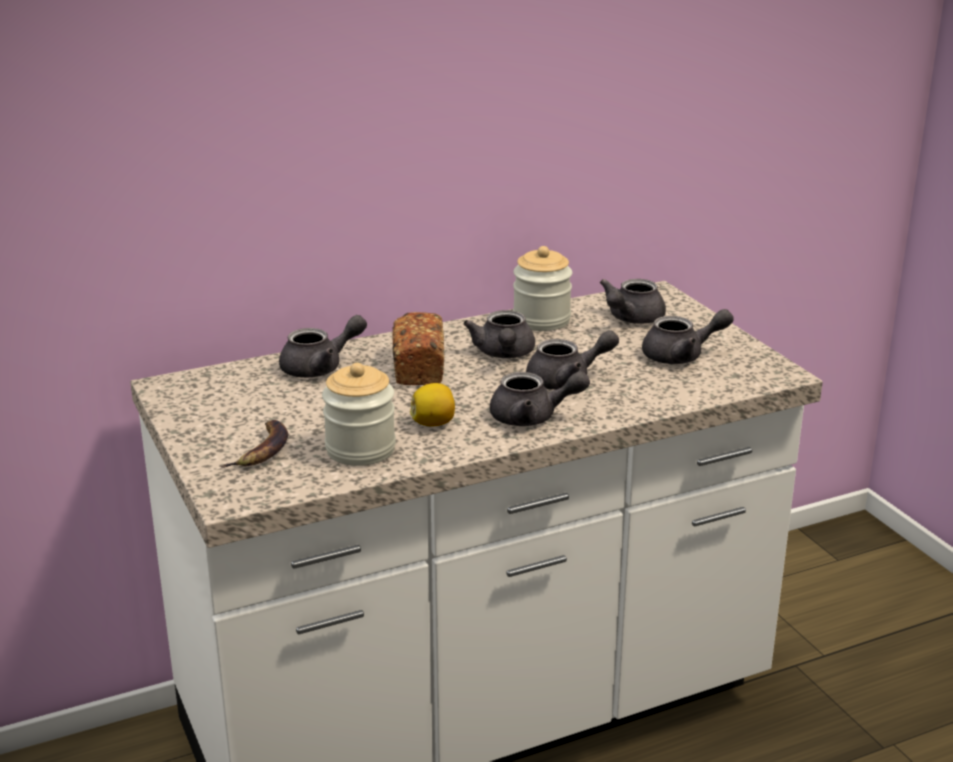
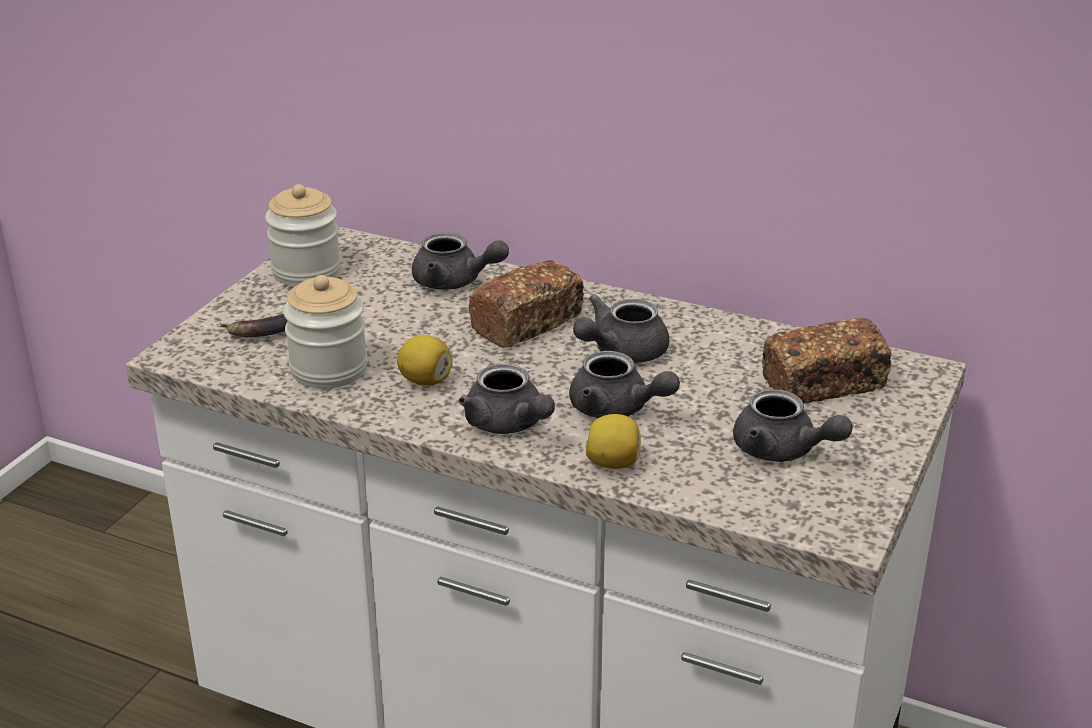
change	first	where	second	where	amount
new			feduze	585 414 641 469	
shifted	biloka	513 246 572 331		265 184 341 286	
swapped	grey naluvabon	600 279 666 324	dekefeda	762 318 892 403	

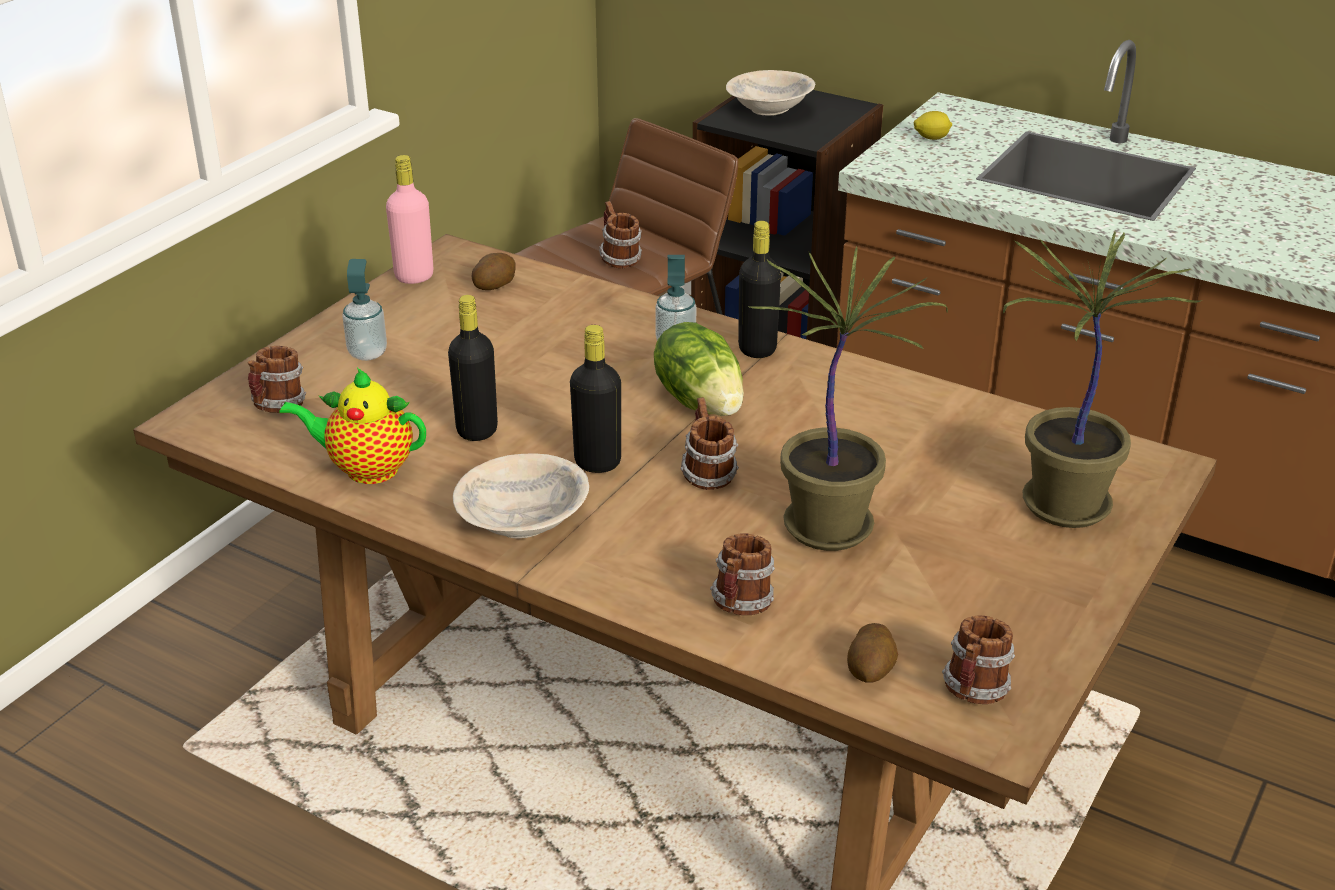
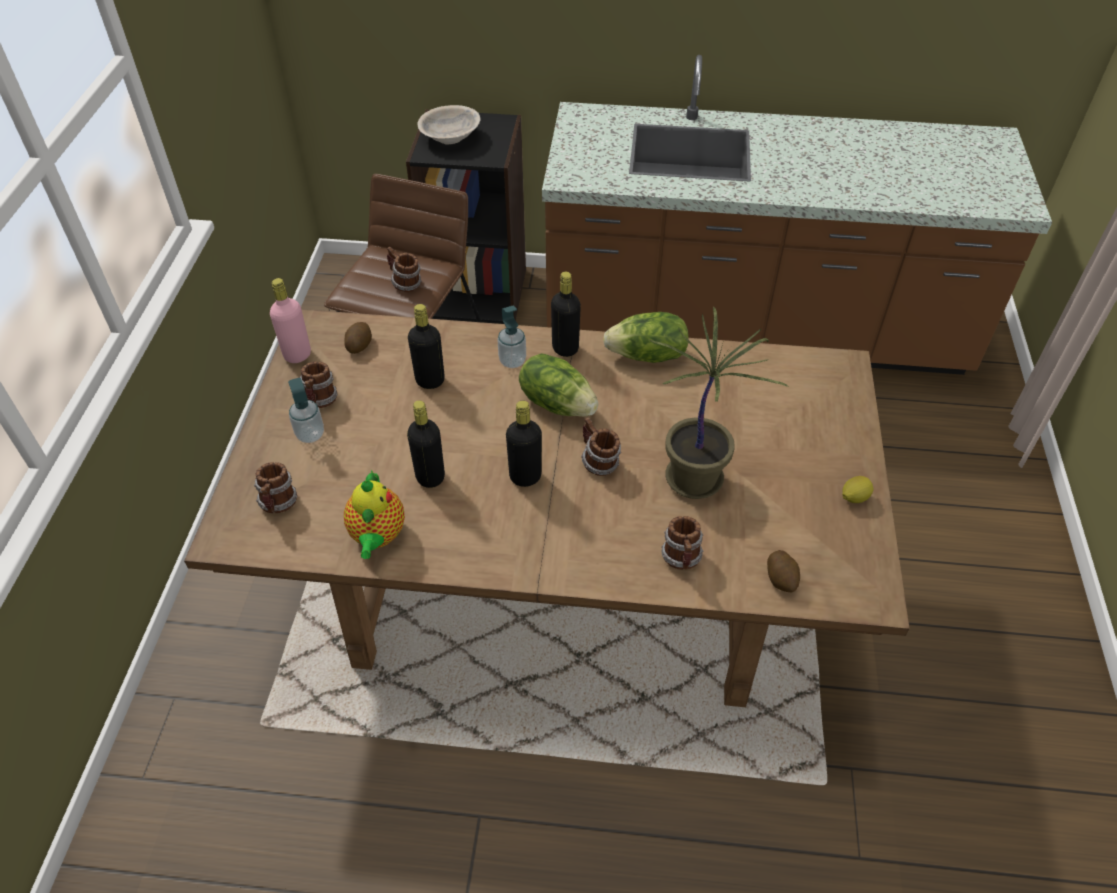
change	first	where	second	where	amount
gone	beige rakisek	453 453 589 539			
gone	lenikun	1003 232 1202 528			
new			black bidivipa	408 304 445 389	
new			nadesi	603 312 689 363	
shifted	feduze	914 111 952 140		842 476 873 503	
shifted	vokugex	942 615 1015 704		300 362 337 408	
rotated	naluvabon	279 368 426 484		344 470 405 559	75 degrees counterclockwise

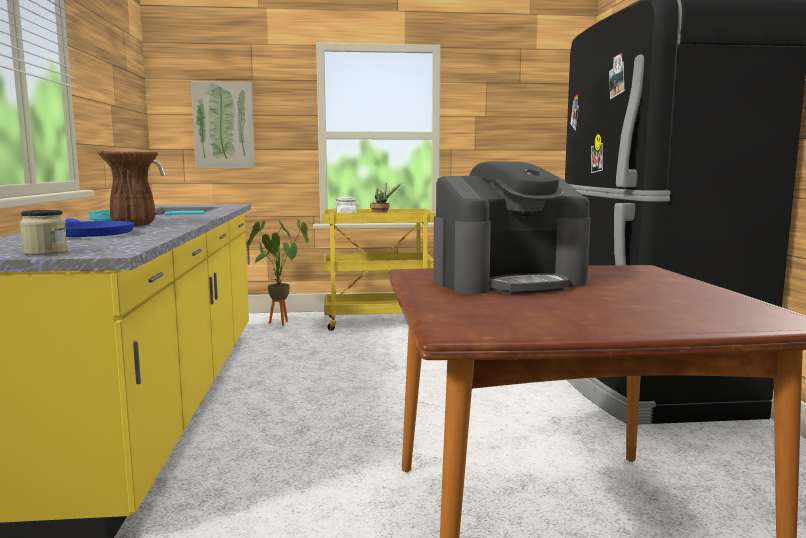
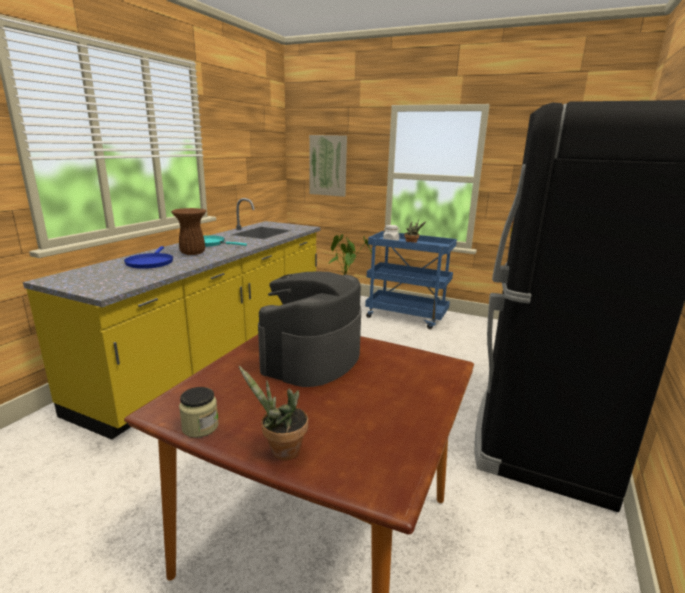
change	first	where	second	where	amount
new			lenikun	238 366 308 460	
shifted	biloka	20 210 68 255		179 387 219 438	
repainted	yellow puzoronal	322 209 435 331	blue puzoronal	365 231 457 329	
rotated	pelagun	433 161 591 294		258 271 361 387	105 degrees clockwise

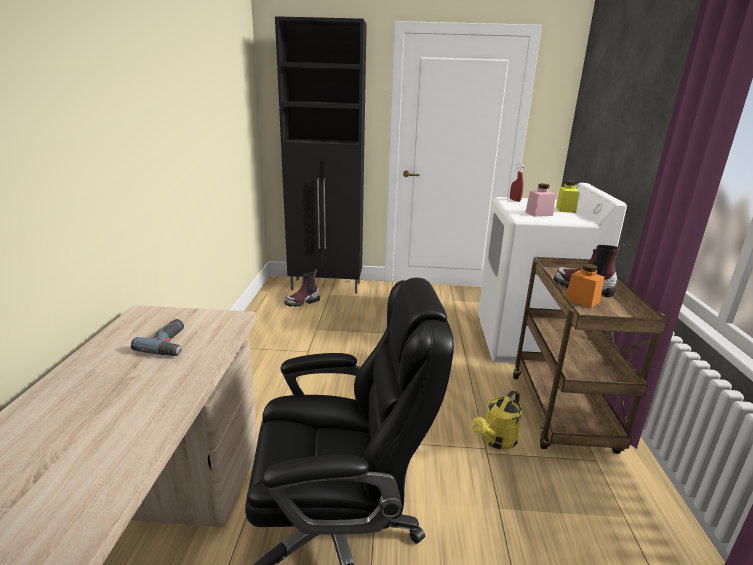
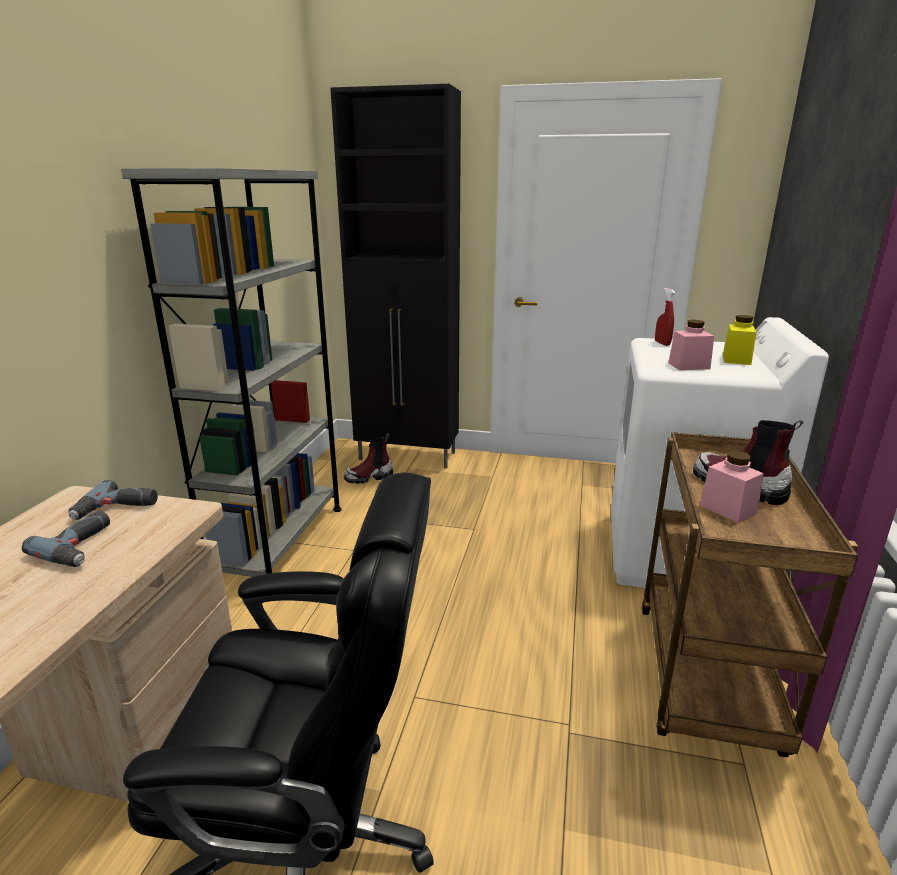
change	first	where	second	where	amount
gone	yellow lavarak	472 390 522 450			
new			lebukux	68 480 158 520	
new			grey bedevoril	121 168 341 577	
repainted	orange biloka	566 263 604 308	pink biloka	700 451 764 523	

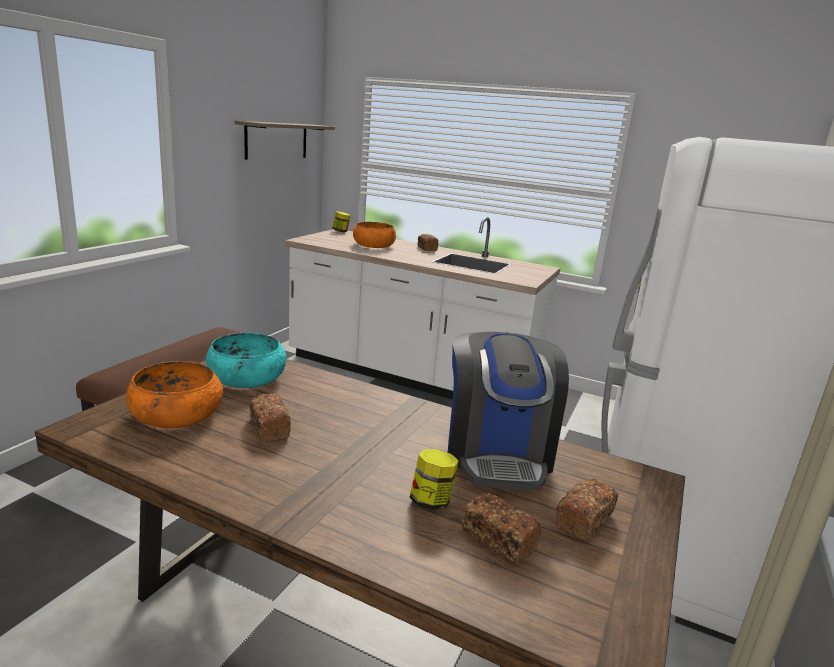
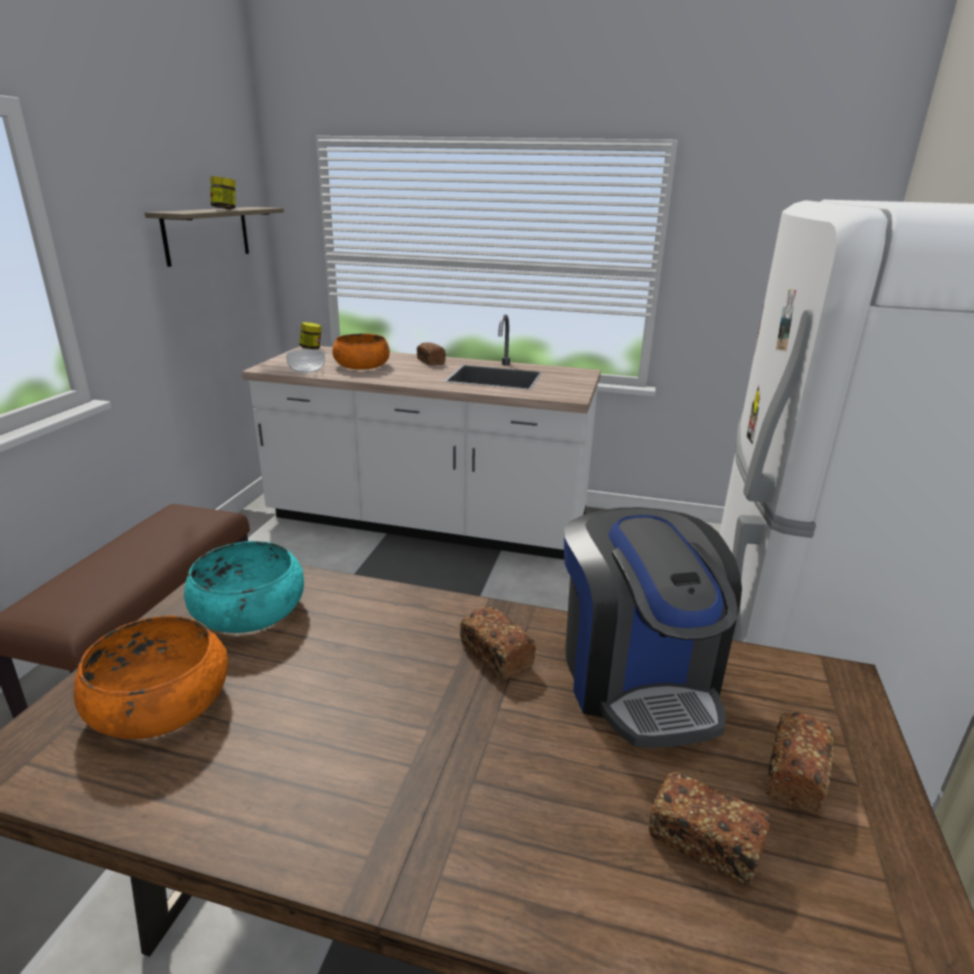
change	first	where	second	where	amount
new			rakisek	286 349 325 373	
shifted	dekefeda	250 394 291 442		460 606 536 680	
shifted	biloka	410 449 459 510		210 176 235 209	

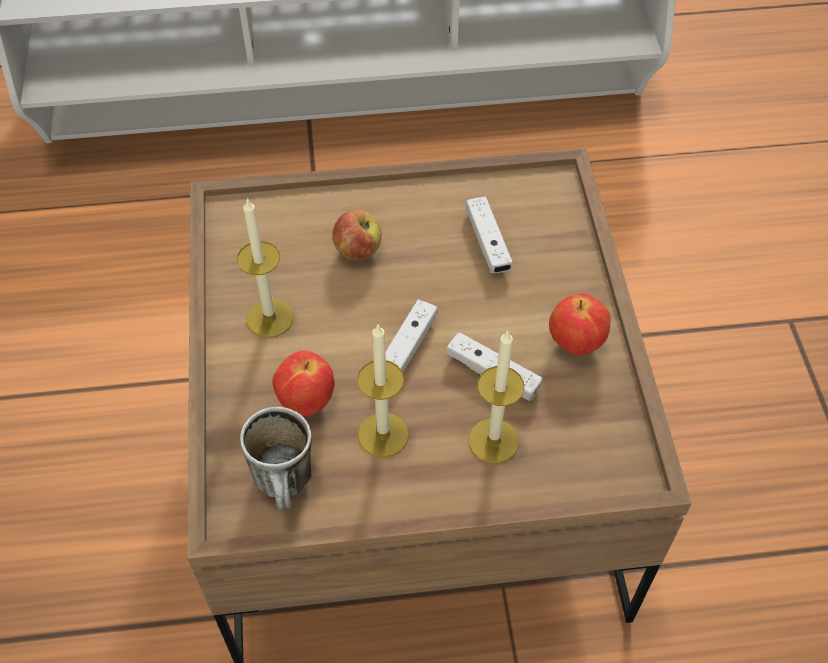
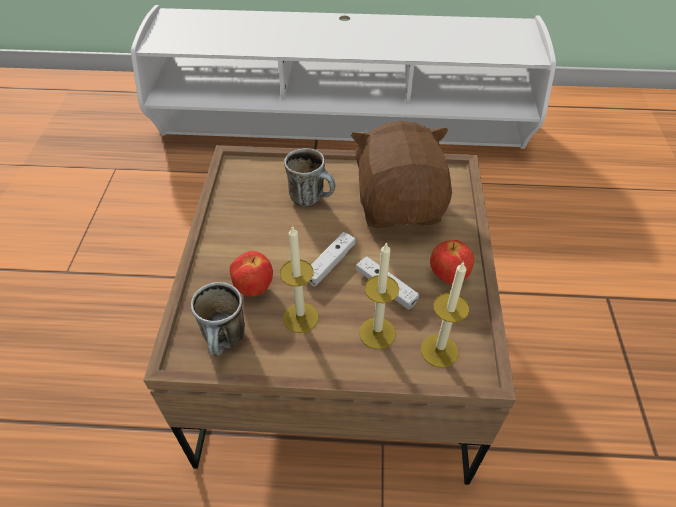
change	first	where	second	where	amount
shifted	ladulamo	237 198 293 338		421 261 469 368	
swapped	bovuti	332 209 382 260	vokugex	284 148 336 207	
swapped	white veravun	466 197 513 273	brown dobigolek	351 121 452 228	

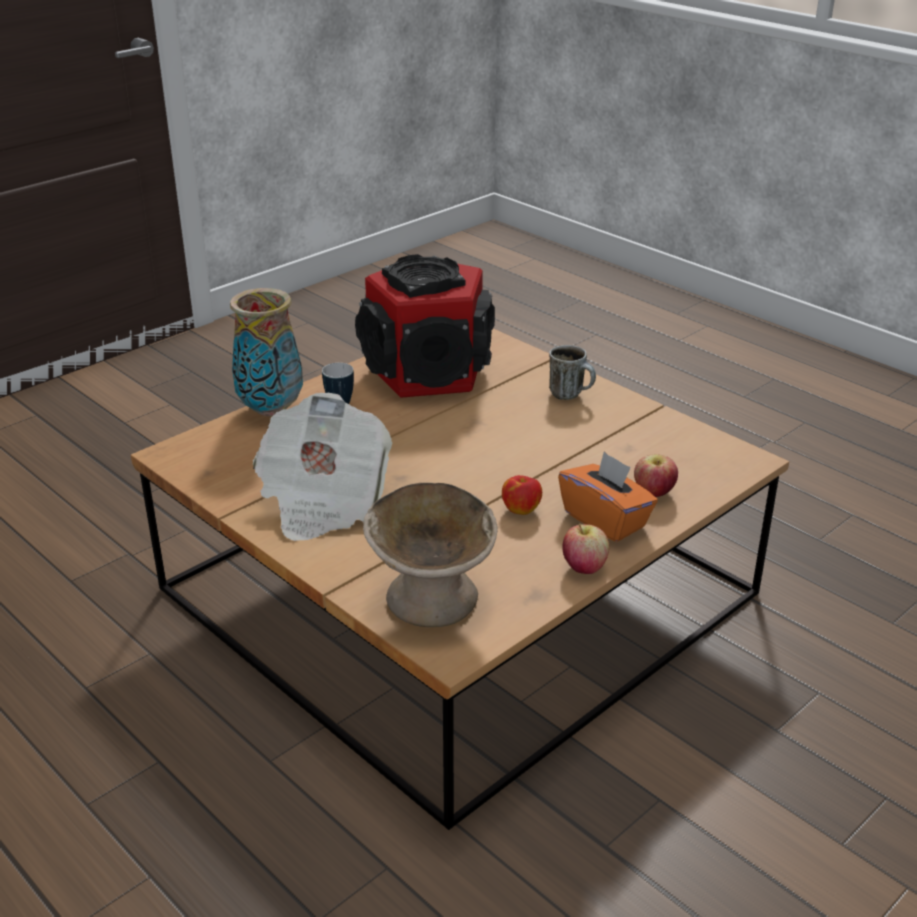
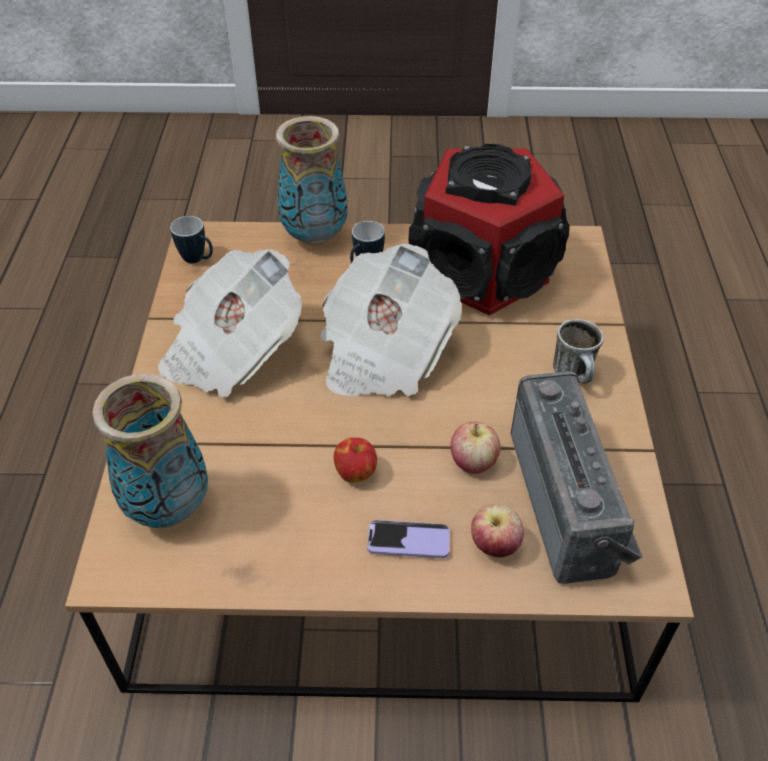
change	first	where	second	where	amount
new			vokugex	170 216 213 263	
new			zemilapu	320 244 462 396	
new			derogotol	511 371 642 584	
shifted	bovuti	562 523 609 574		450 421 501 474	
swapped	beige rakisek	363 482 498 627	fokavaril	92 374 208 528	
swapped	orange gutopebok	558 451 658 542	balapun	367 520 450 558	

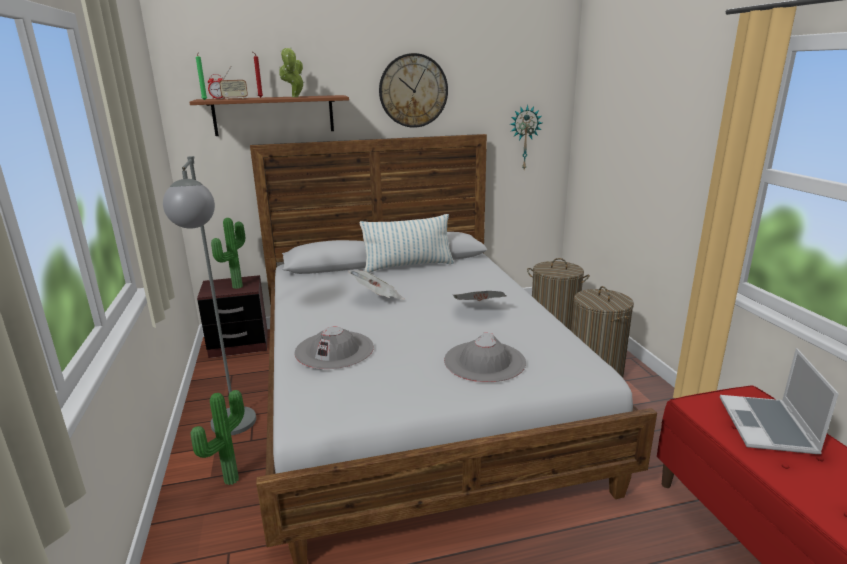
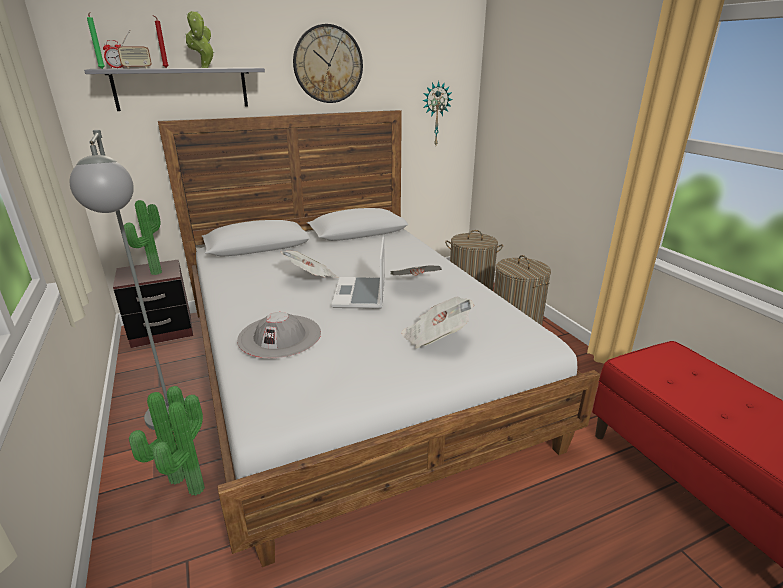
change	first	where	second	where	amount
gone	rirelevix	360 214 454 273			
new			lenikun	152 394 205 496	
shifted	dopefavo	720 348 839 454		331 235 385 309	
swapped	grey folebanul	444 333 526 382	zemilapu	401 296 474 349	
repainted	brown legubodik	190 95 349 136	grey legubodik	84 67 265 111	

